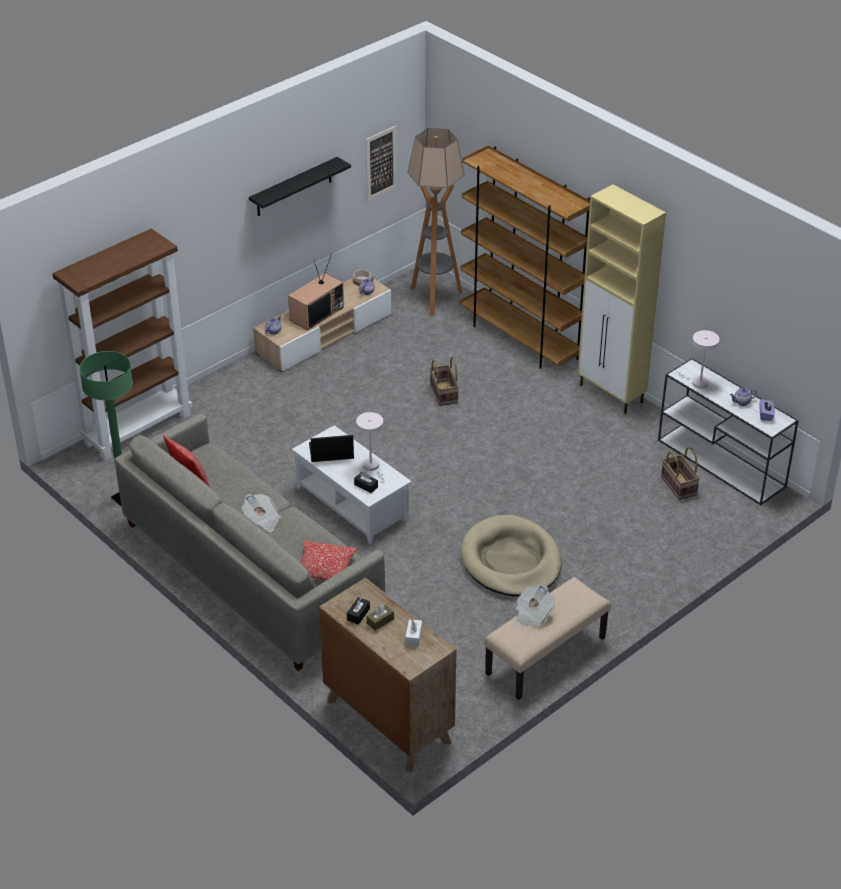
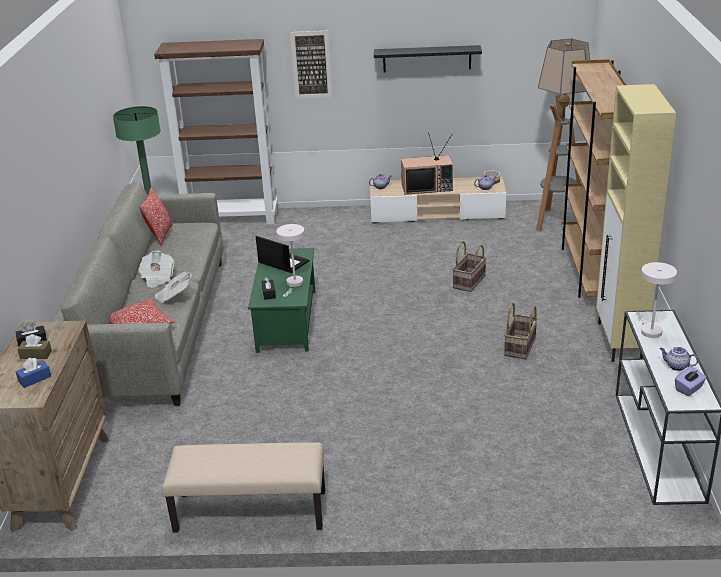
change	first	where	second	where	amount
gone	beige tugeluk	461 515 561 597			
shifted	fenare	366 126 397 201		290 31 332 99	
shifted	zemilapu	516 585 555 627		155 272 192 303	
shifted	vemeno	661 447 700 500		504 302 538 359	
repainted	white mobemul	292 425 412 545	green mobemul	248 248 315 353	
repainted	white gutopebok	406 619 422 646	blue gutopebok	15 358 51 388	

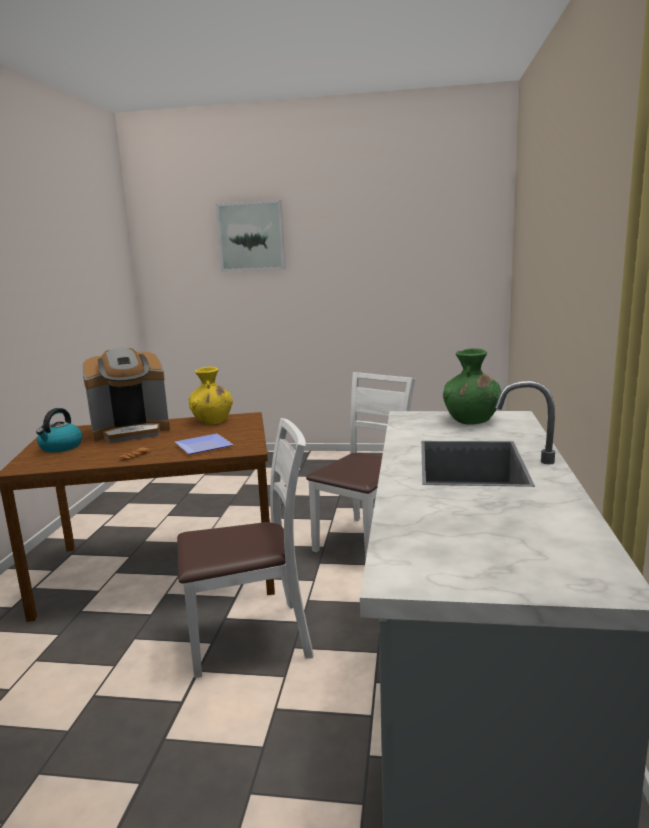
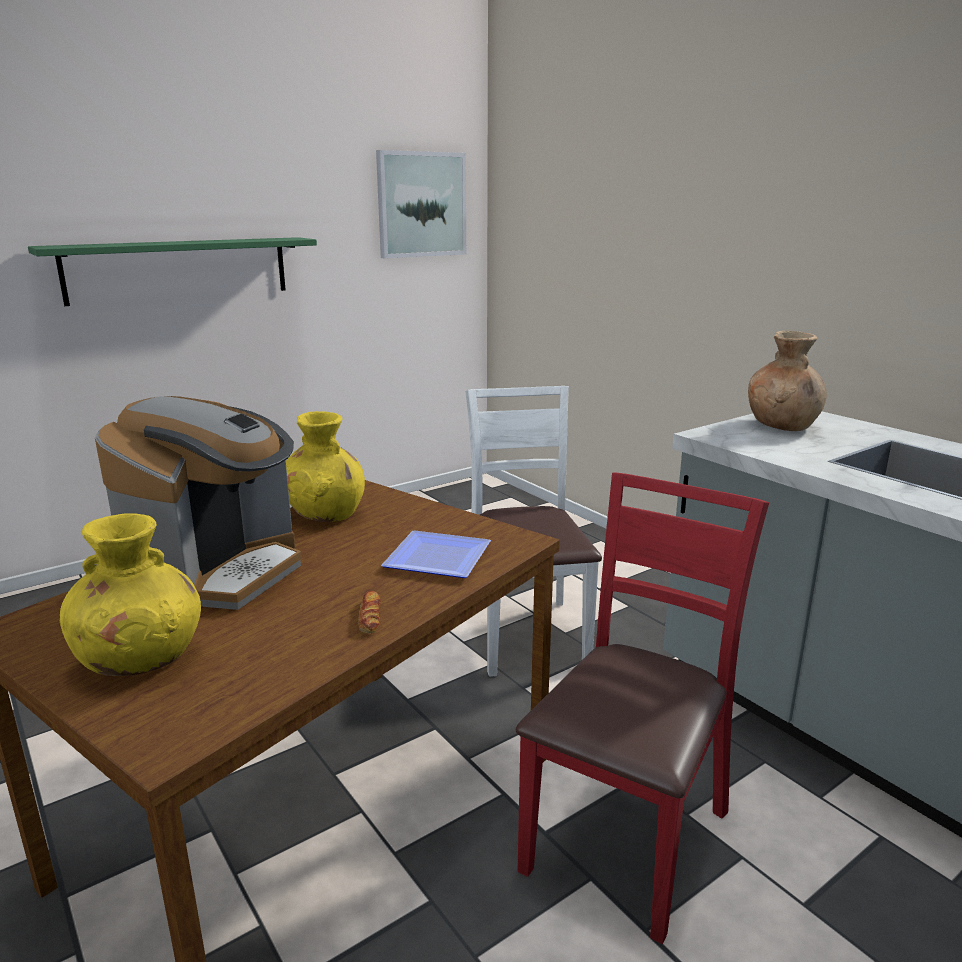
change	first	where	second	where	amount
new			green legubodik	28 237 317 306	
shifted	fenare	215 200 286 272		376 150 466 259	
swapped	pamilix	36 408 82 453	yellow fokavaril	59 513 201 676	
repainted	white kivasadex	177 418 314 678	red kivasadex	516 472 769 944	
repainted	green fokavaril	443 348 501 425	brown fokavaril	748 331 827 431	

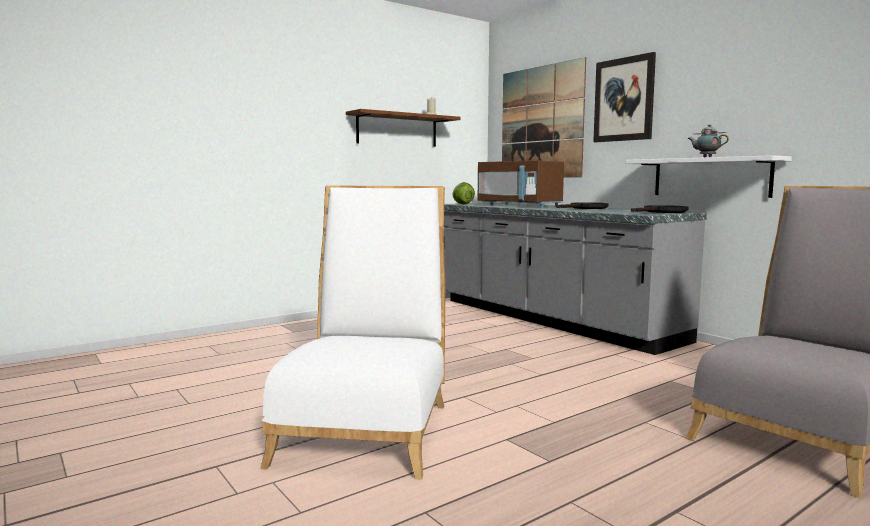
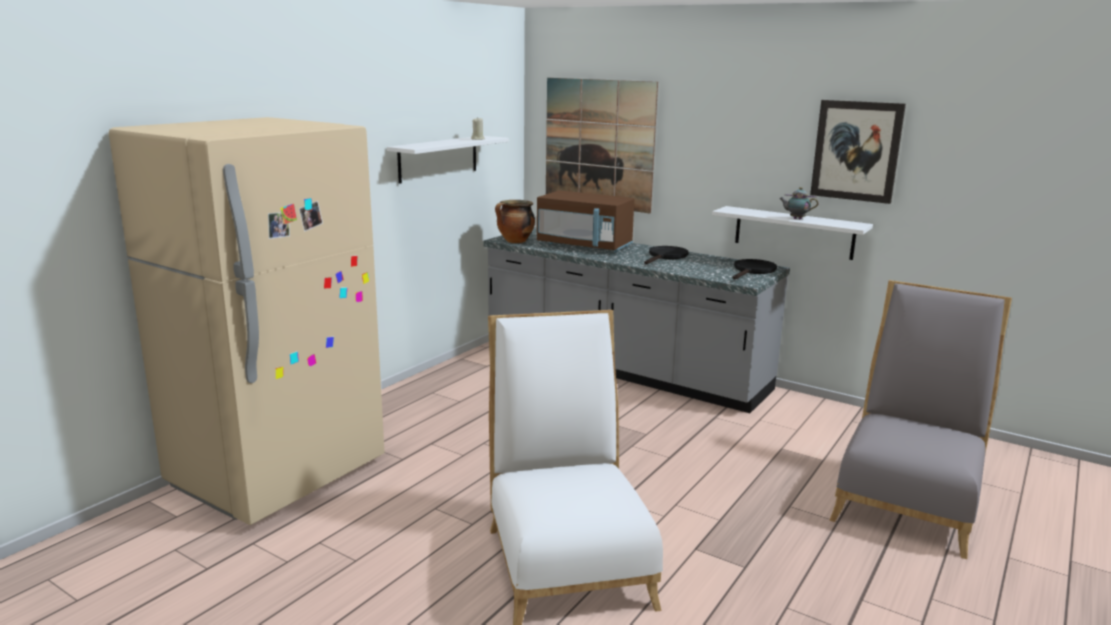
change	first	where	second	where	amount
new			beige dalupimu	109 117 385 525	
shifted	fenare	593 52 656 142		810 100 906 204	
swapped	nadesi	452 182 475 205	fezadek	495 200 535 243	
repainted	brown legubodik	346 109 460 147	white legubodik	387 136 509 184	

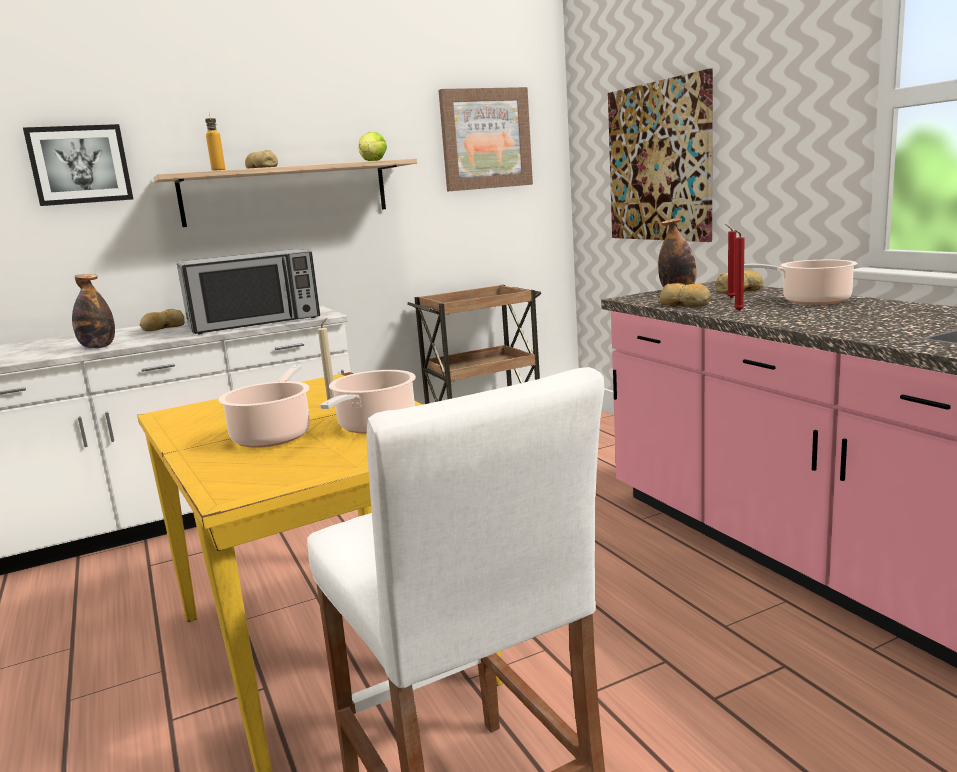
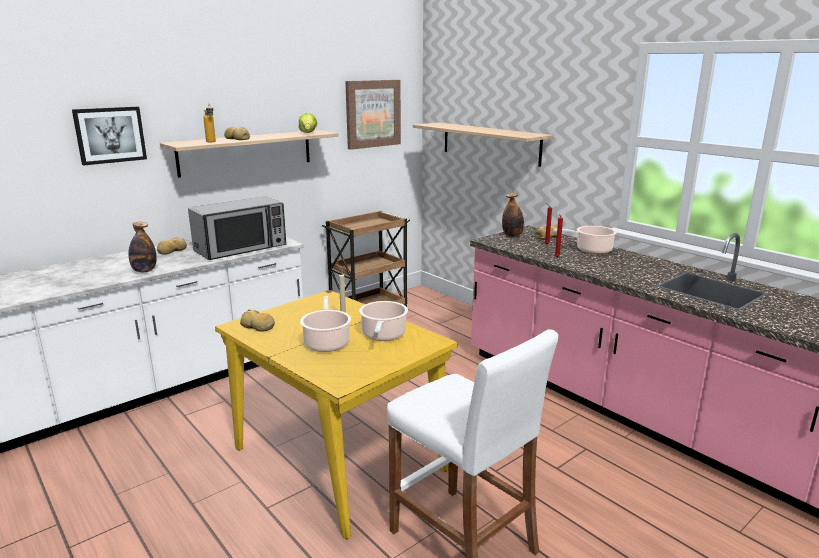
change	first	where	second	where	amount
shifted	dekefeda	658 283 711 307		240 310 275 332	
swapped	fenare	608 69 713 242	legubodik	413 122 553 167	

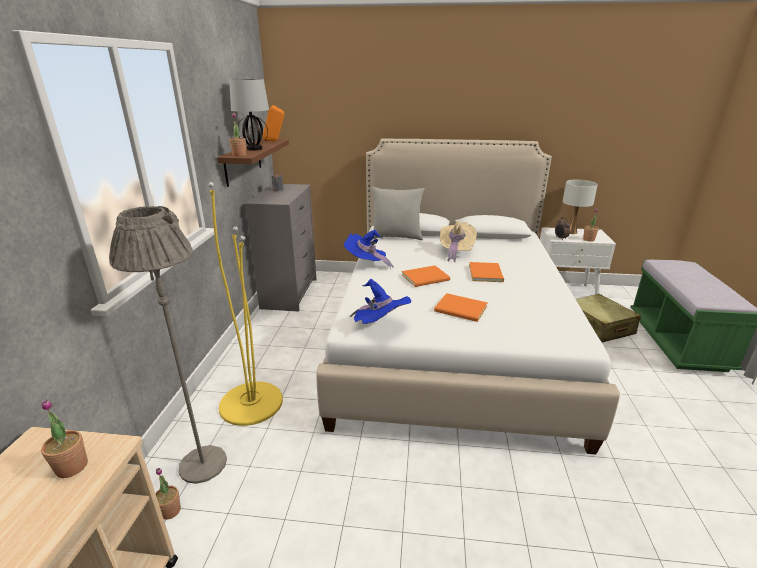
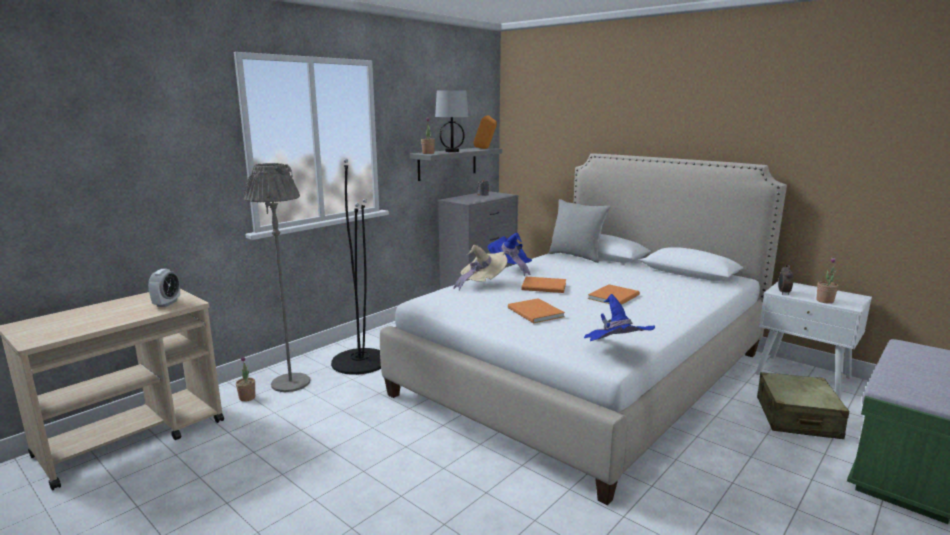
change	first	where	second	where	amount
gone	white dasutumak	563 180 598 234			
shifted	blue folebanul	350 279 411 324		584 294 655 341	
shifted	beige folebanul	440 221 477 262		453 244 508 290	
swapped	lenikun	41 400 88 478	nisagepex	148 269 180 307	
repainted	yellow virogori	208 182 283 426	black virogori	331 159 381 375	
repainted	brown legubodik	217 139 289 187	grey legubodik	410 148 502 181	

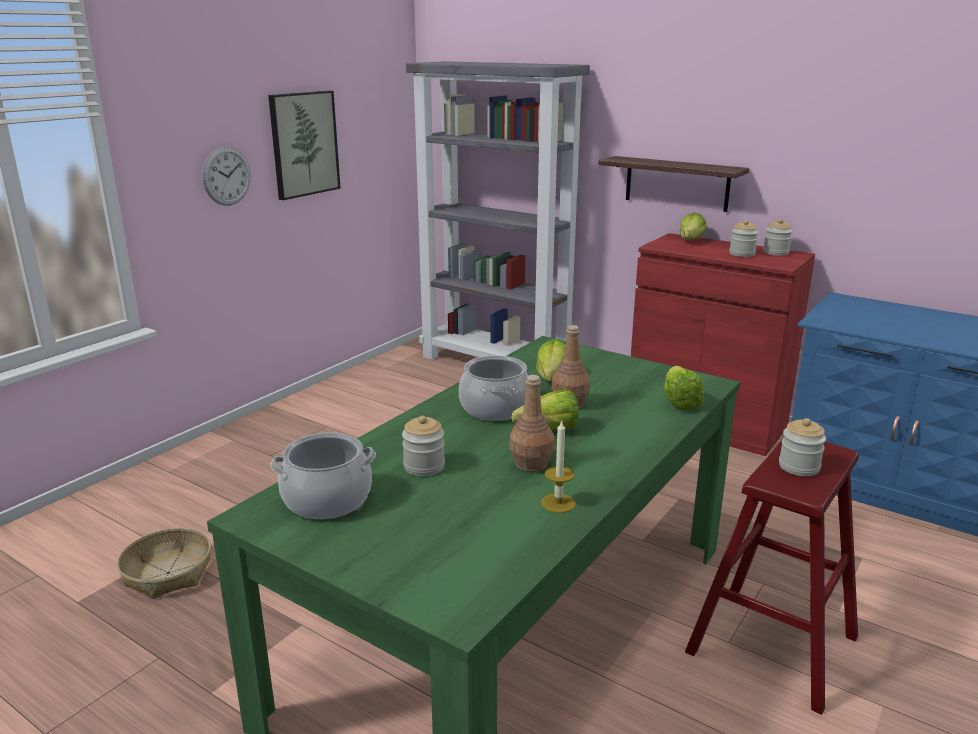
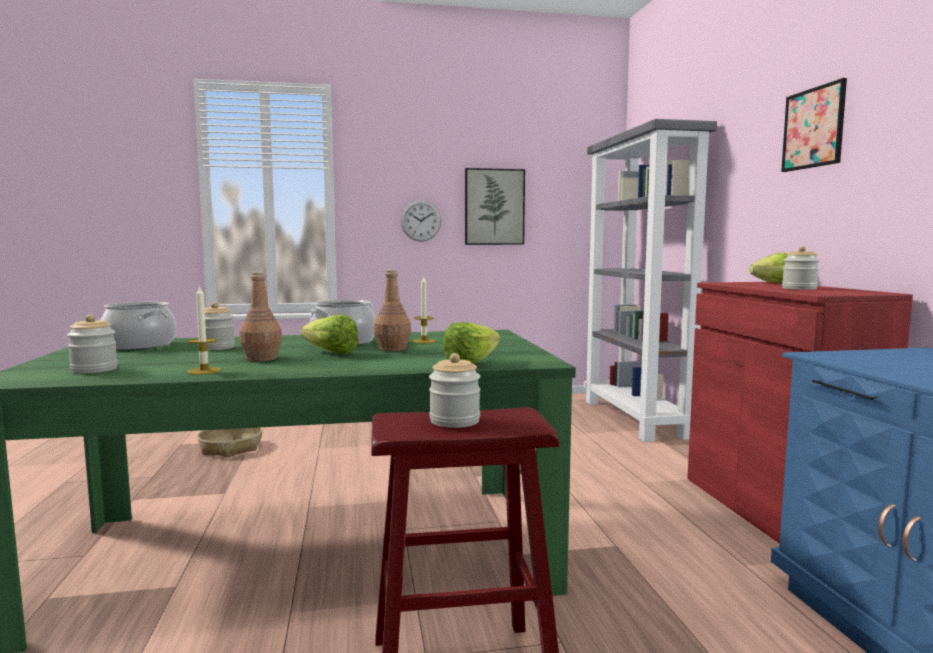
change	first	where	second	where	amount
gone	legubodik	598 156 749 212			
new			fenare	781 78 847 172	
shifted	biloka	763 219 793 256		67 314 118 374	
swapped	nadesi	536 339 566 381	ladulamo	412 276 436 343	

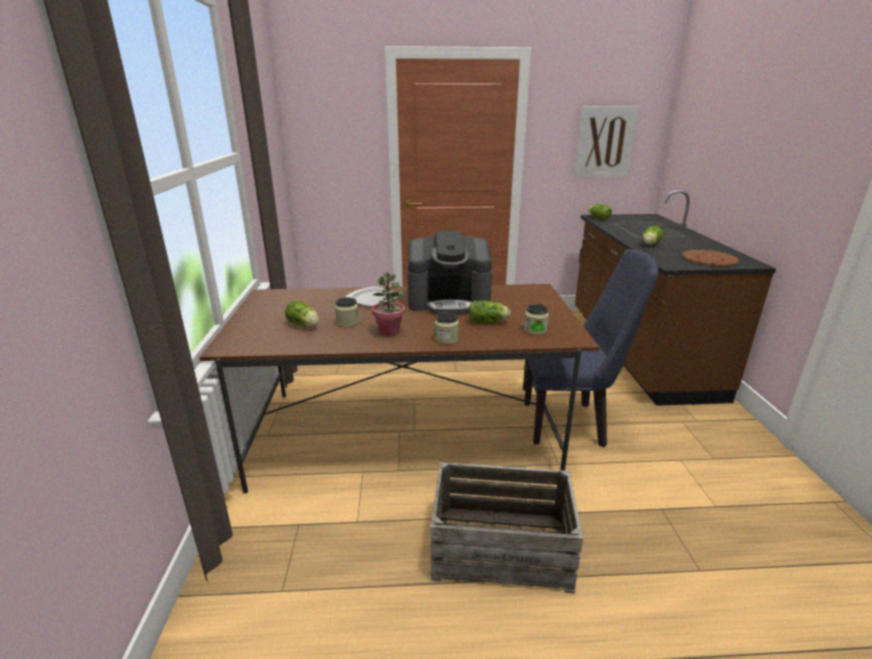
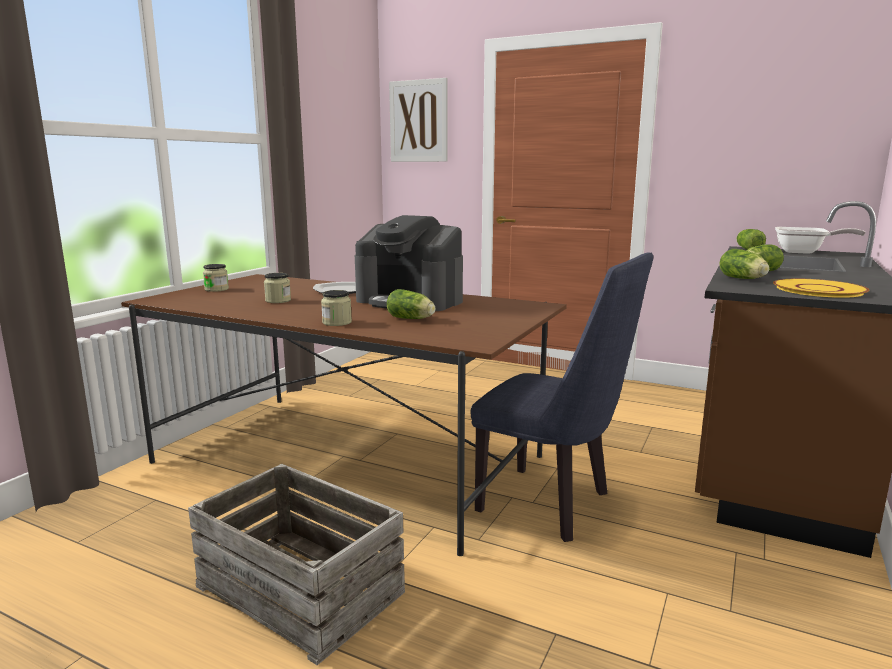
change	first	where	second	where	amount
gone	lenikun	372 273 405 336			
new			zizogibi	775 227 865 254	
shifted	nadesi	285 300 319 327		720 249 769 279	
shifted	biloka	524 304 549 335		203 264 229 292	
shifted	fenare	574 106 639 178		389 78 448 162	
repainted	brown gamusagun	683 250 739 266	yellow gamusagun	773 279 869 298	

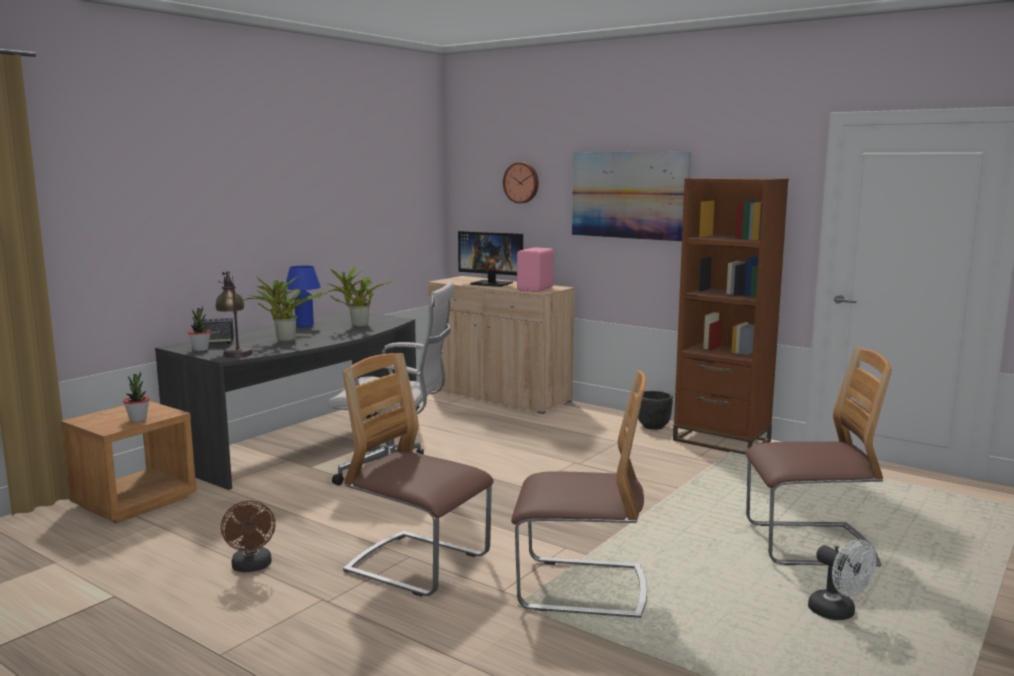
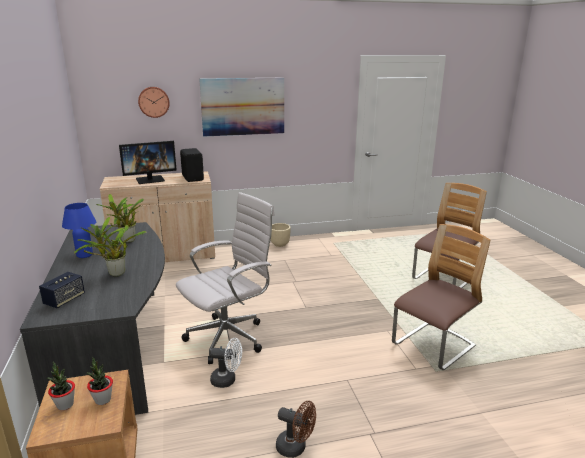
change	first	where	second	where	amount
gone	dasutumak	215 271 253 358			
gone	kivasadex	343 353 494 597			
gone	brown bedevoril	673 178 789 455			
shifted	lenikun	188 306 211 351		47 362 75 410	
shifted	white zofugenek	808 539 876 620		210 338 242 388	
repainted	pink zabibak	517 247 554 292	black zabibak	180 148 204 182	
repainted	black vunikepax	638 391 673 430	beige vunikepax	271 223 291 247	

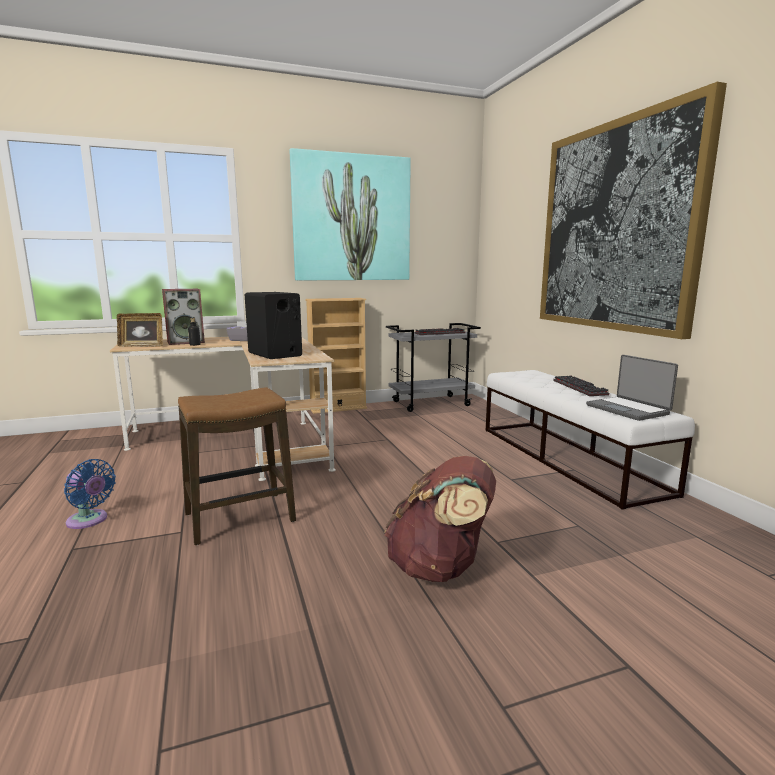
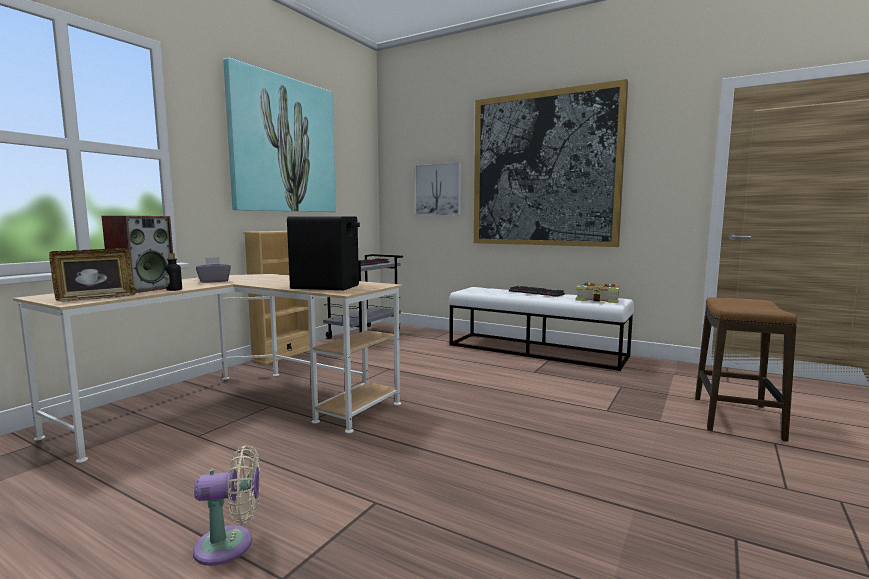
change	first	where	second	where	amount
gone	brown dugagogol	384 456 496 582			
new			fenare	414 162 461 216	
shifted	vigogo	178 387 296 545		695 298 798 442	
swapped	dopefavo	586 355 678 421	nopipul	576 283 619 303	
repainted	blue zofugenek	64 459 116 529	beige zofugenek	193 445 260 566	

